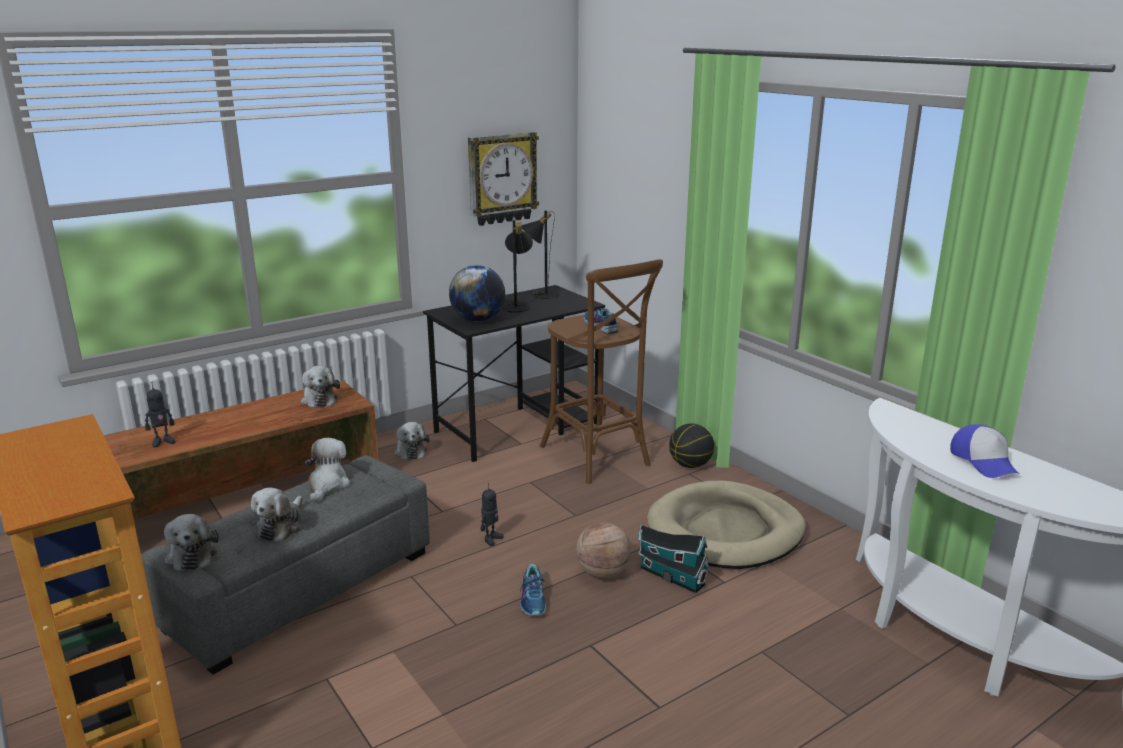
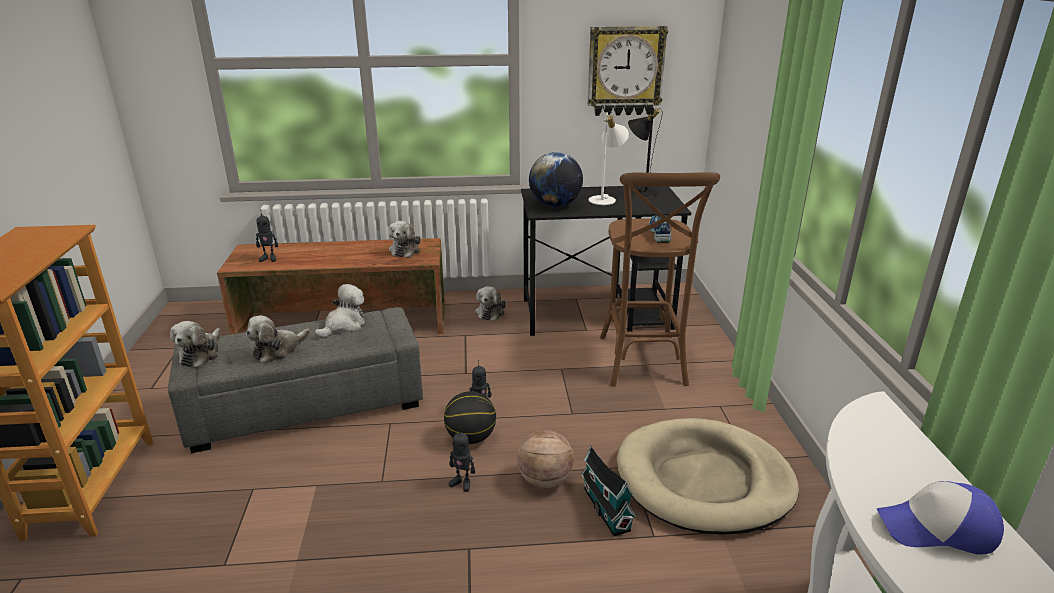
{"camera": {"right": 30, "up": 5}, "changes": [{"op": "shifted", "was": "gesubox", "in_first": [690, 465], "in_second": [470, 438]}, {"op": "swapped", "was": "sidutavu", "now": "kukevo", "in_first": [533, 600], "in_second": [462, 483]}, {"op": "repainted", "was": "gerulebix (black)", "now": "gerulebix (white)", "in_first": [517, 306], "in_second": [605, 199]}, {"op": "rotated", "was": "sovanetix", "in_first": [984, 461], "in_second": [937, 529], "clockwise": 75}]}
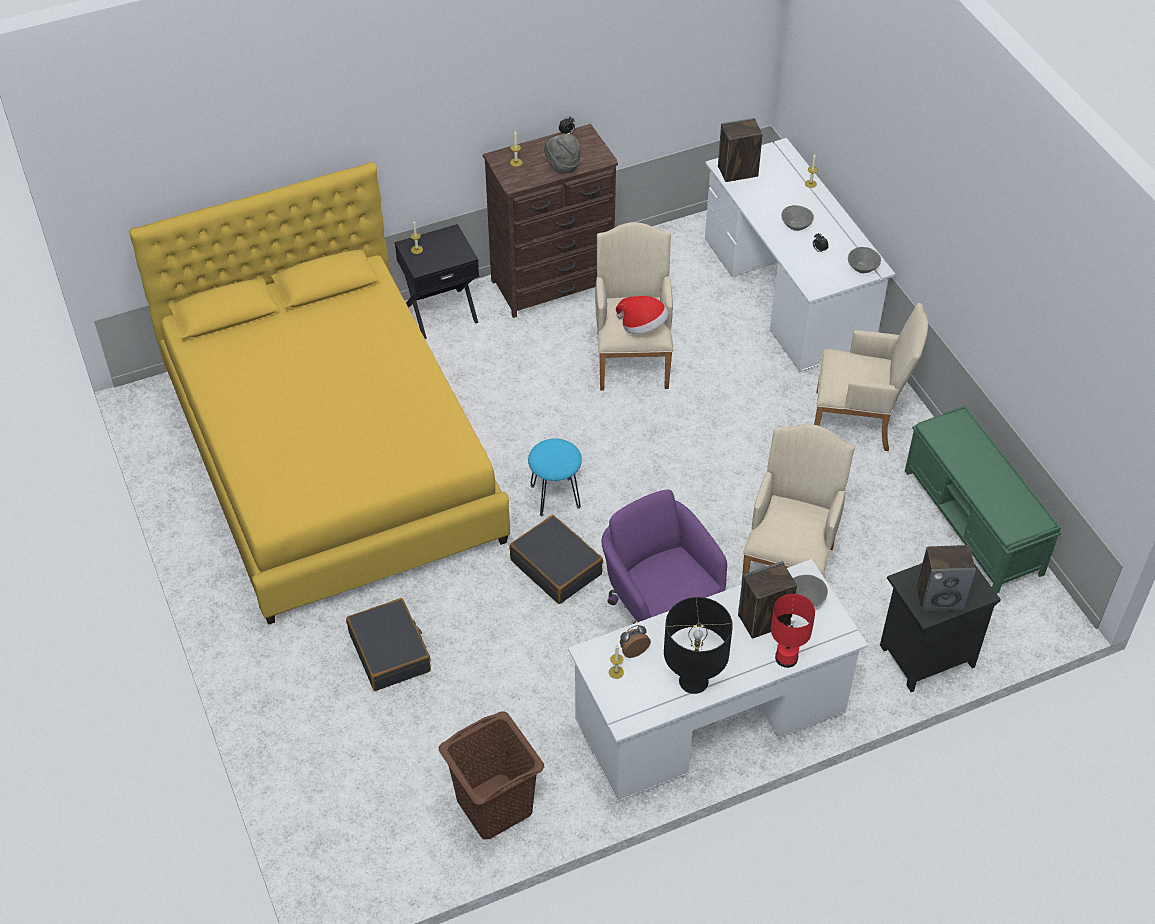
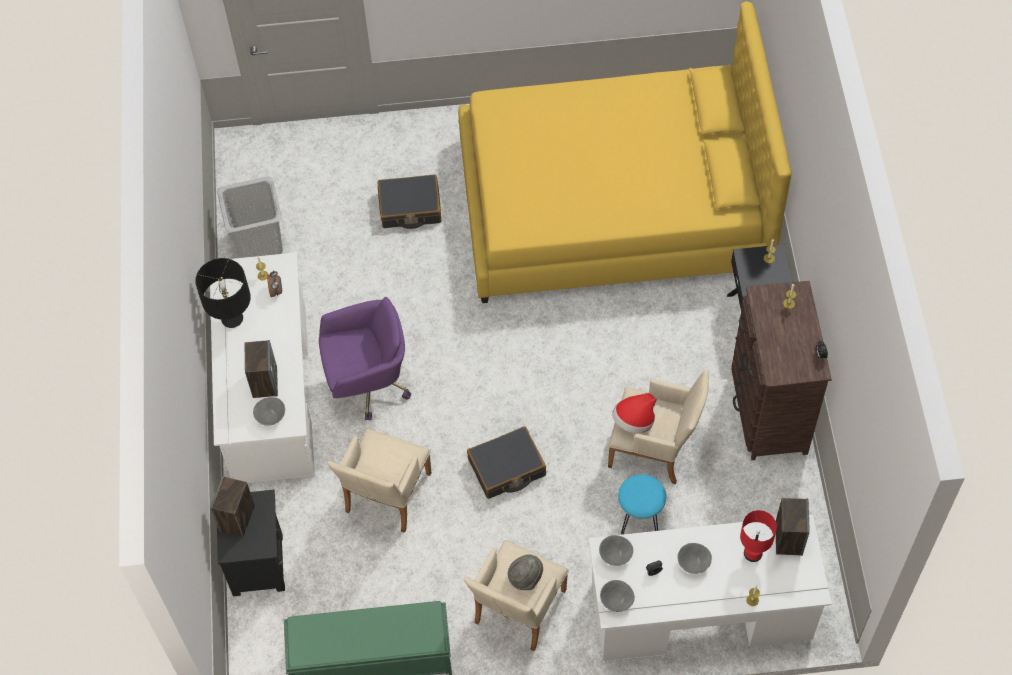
{"camera": {"right": 110, "up": 10}, "changes": [{"op": "new", "now": "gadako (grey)", "in_second": [615, 555]}, {"op": "shifted", "was": "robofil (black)", "in_first": [556, 567], "in_second": [507, 468]}, {"op": "shifted", "was": "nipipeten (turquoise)", "in_first": [555, 496], "in_second": [640, 518]}, {"op": "shifted", "was": "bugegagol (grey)", "in_first": [563, 165], "in_second": [525, 577]}, {"op": "shifted", "was": "gerulebix (red)", "in_first": [786, 657], "in_second": [753, 553]}, {"op": "repainted", "was": "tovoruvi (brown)", "now": "tovoruvi (grey)", "in_first": [494, 807], "in_second": [258, 242]}, {"op": "rotated", "was": "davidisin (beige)", "in_first": [789, 563], "in_second": [385, 497], "clockwise": 75}]}
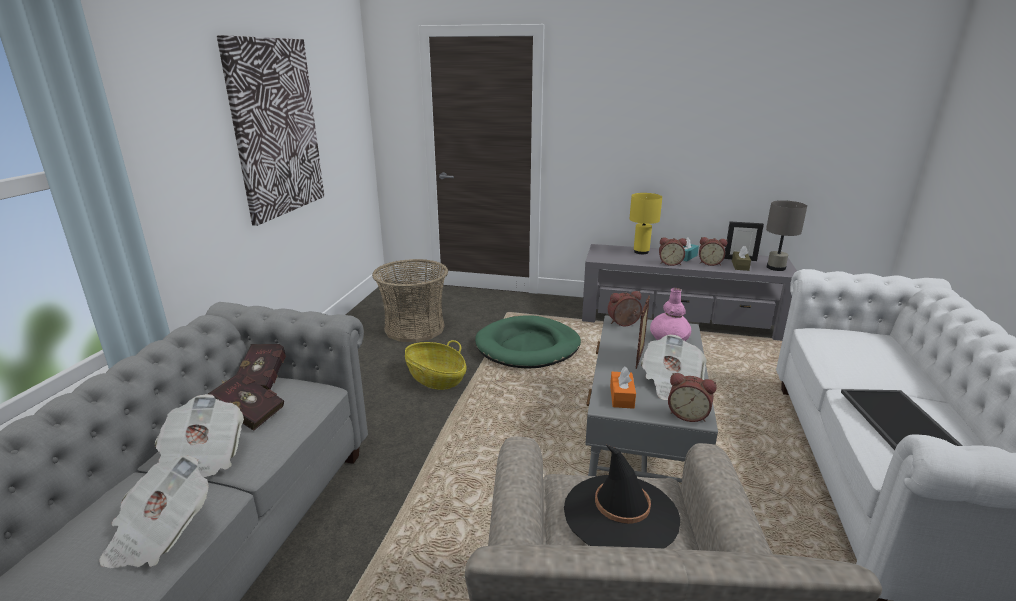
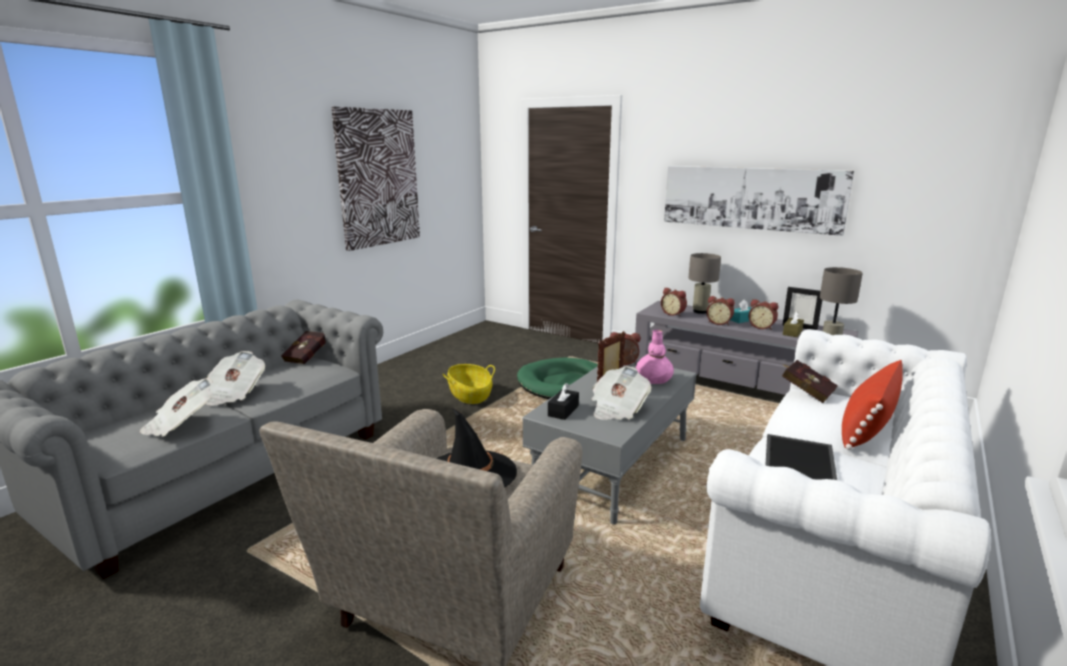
{"camera": {"right": 20, "up": -5}, "changes": [{"op": "gone", "was": "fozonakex", "in_first": [414, 328]}, {"op": "new", "now": "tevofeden", "in_second": [751, 198]}, {"op": "new", "now": "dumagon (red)", "in_second": [867, 426]}, {"op": "shifted", "was": "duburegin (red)", "in_first": [248, 413], "in_second": [805, 392]}, {"op": "shifted", "was": "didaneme", "in_first": [688, 414], "in_second": [673, 314]}, {"op": "repainted", "was": "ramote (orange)", "now": "ramote (black)", "in_first": [621, 396], "in_second": [563, 411]}, {"op": "repainted", "was": "gerulebix (yellow)", "now": "gerulebix (grey)", "in_first": [640, 252], "in_second": [700, 311]}]}
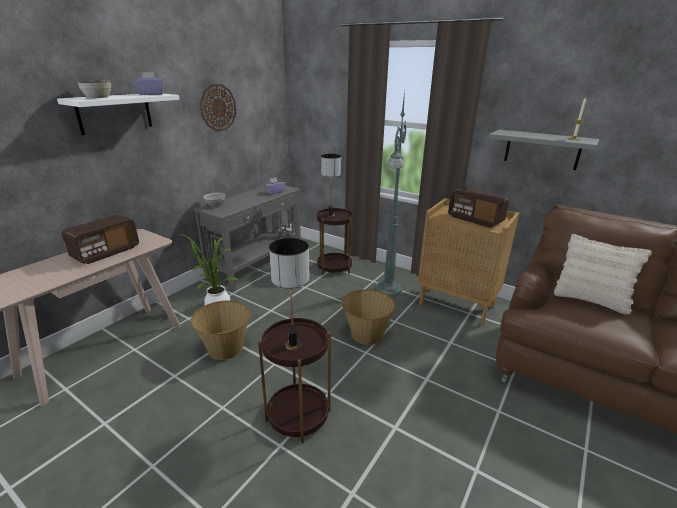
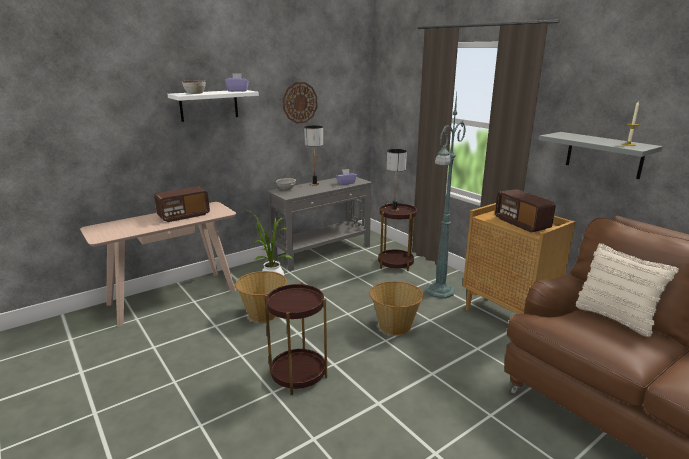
{"camera": {"right": 20, "up": -5}, "changes": [{"op": "shifted", "was": "gerulebix", "in_first": [293, 345], "in_second": [315, 184]}]}
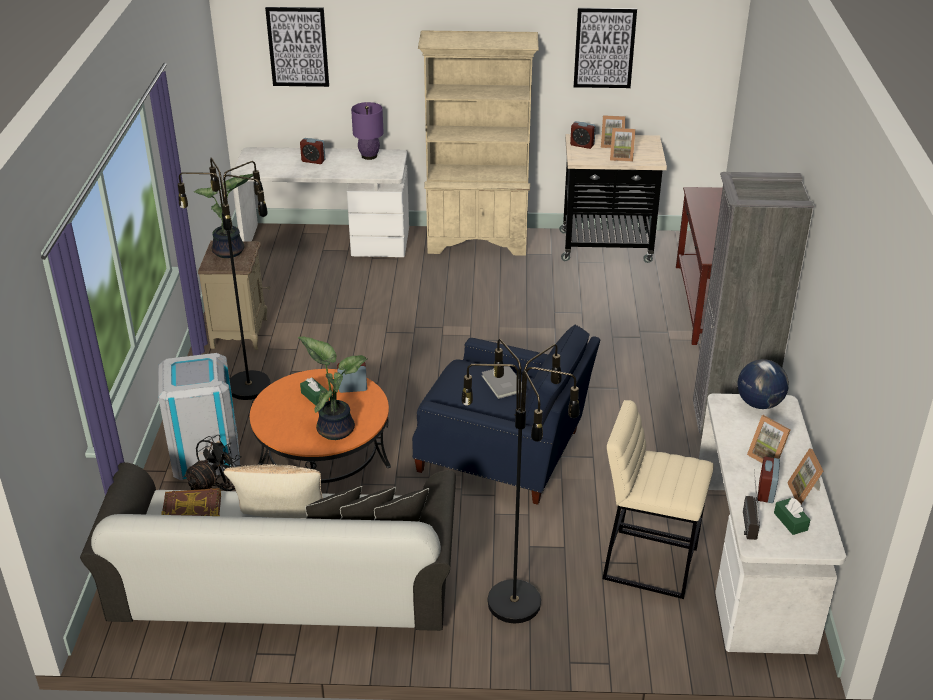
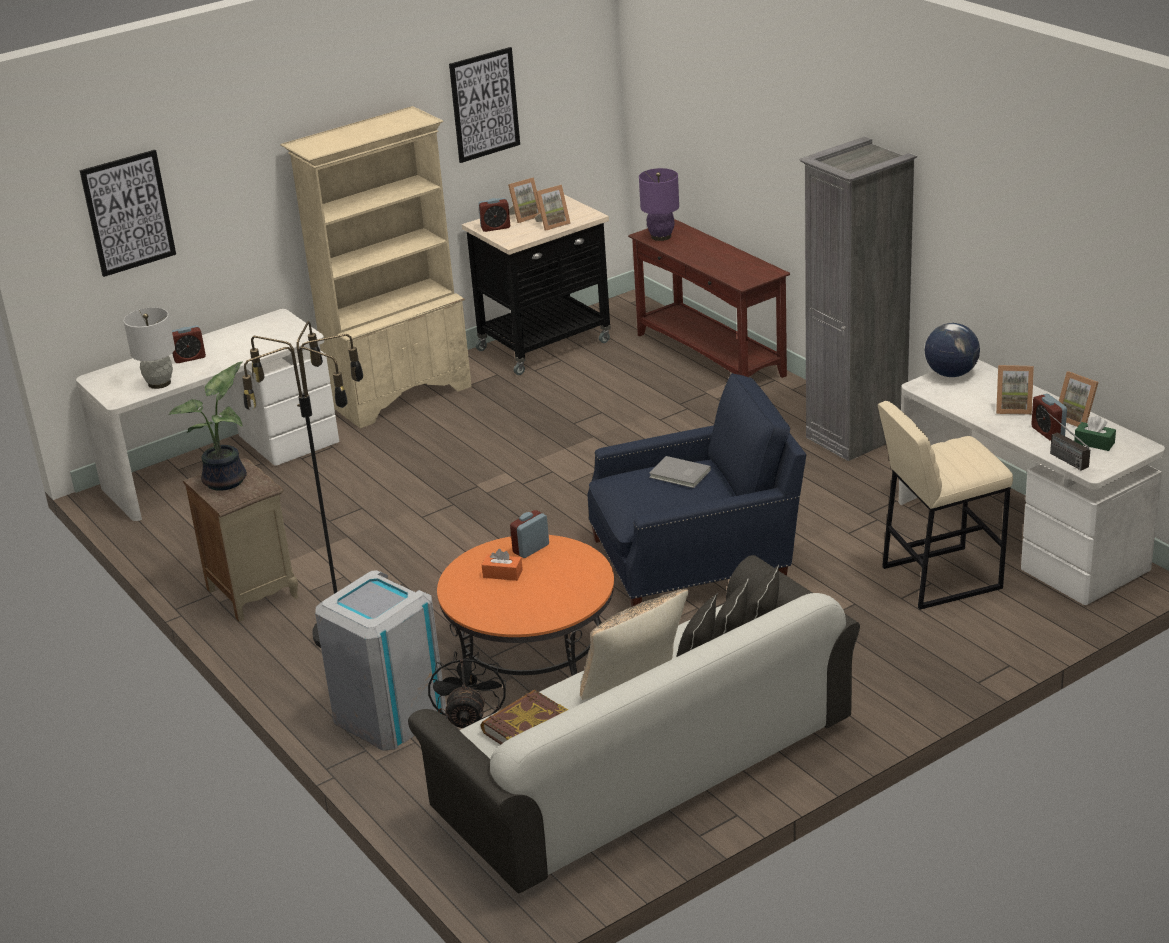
{"camera": {"right": -35, "up": -5}, "changes": [{"op": "gone", "was": "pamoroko", "in_first": [336, 428]}, {"op": "gone", "was": "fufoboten", "in_first": [515, 602]}, {"op": "new", "now": "gerulebix (white)", "in_second": [159, 383]}, {"op": "shifted", "was": "gerulebix (purple)", "in_first": [369, 156], "in_second": [661, 236]}, {"op": "repainted", "was": "ramote (green)", "now": "ramote (orange)", "in_first": [314, 396], "in_second": [502, 574]}]}
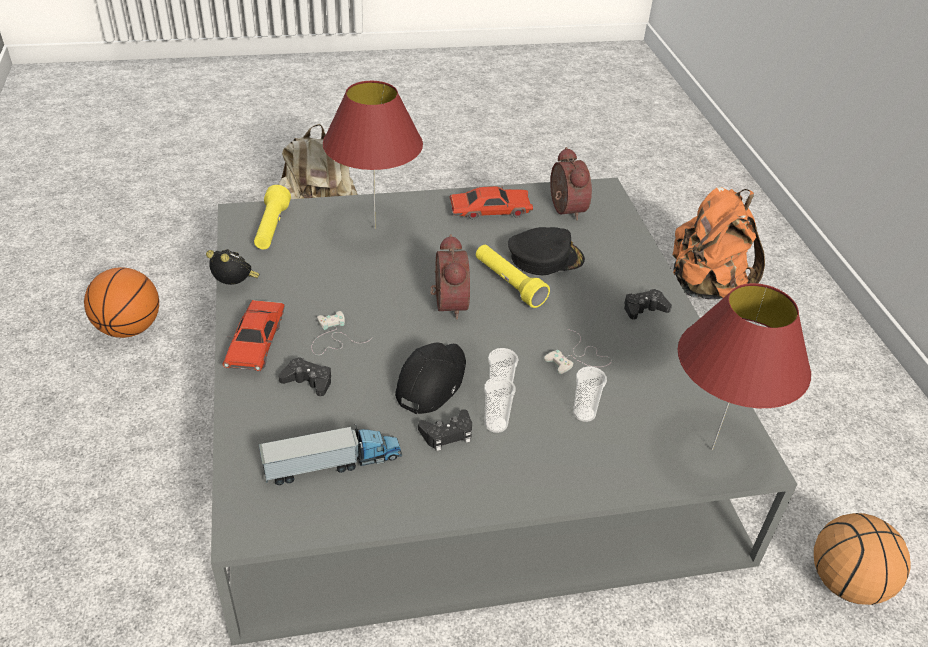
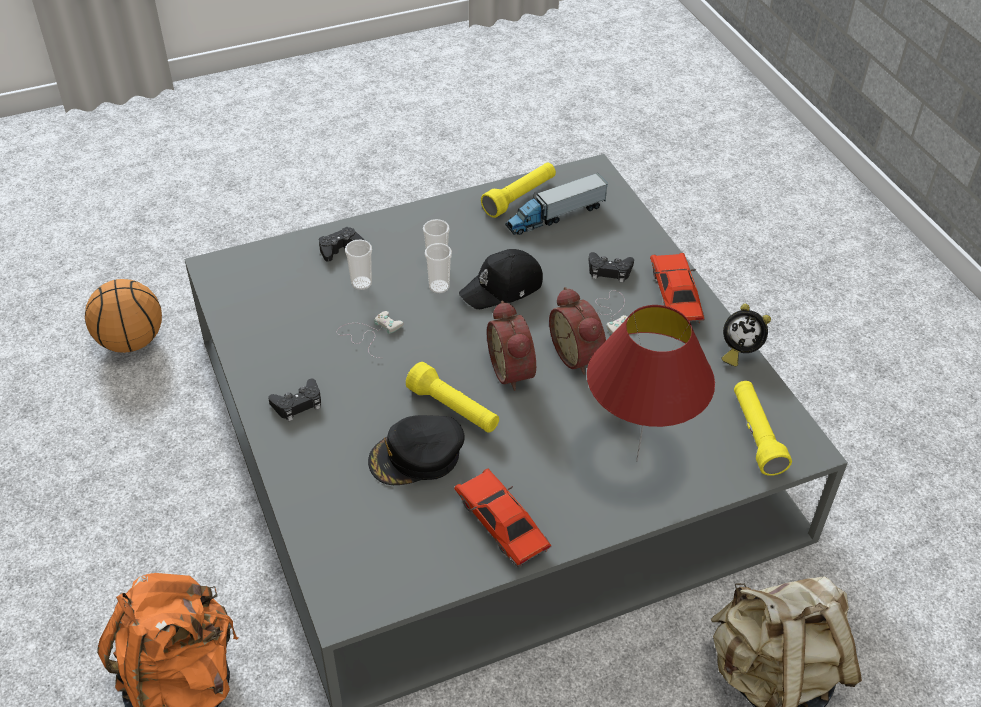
{"camera": {"right": 170, "up": 5}, "changes": [{"op": "gone", "was": "gesubox", "in_first": [129, 328]}, {"op": "gone", "was": "gerulebix (red)", "in_first": [712, 449]}, {"op": "new", "now": "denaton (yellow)", "in_second": [520, 197]}, {"op": "shifted", "was": "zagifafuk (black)", "in_first": [447, 434], "in_second": [340, 248]}, {"op": "shifted", "was": "didaneme", "in_first": [563, 209], "in_second": [579, 355]}, {"op": "rotated", "was": "sovanetix (black)", "in_first": [430, 382], "in_second": [503, 288], "clockwise": 45}, {"op": "rotated", "was": "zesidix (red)", "in_first": [490, 211], "in_second": [502, 524], "clockwise": 75}]}
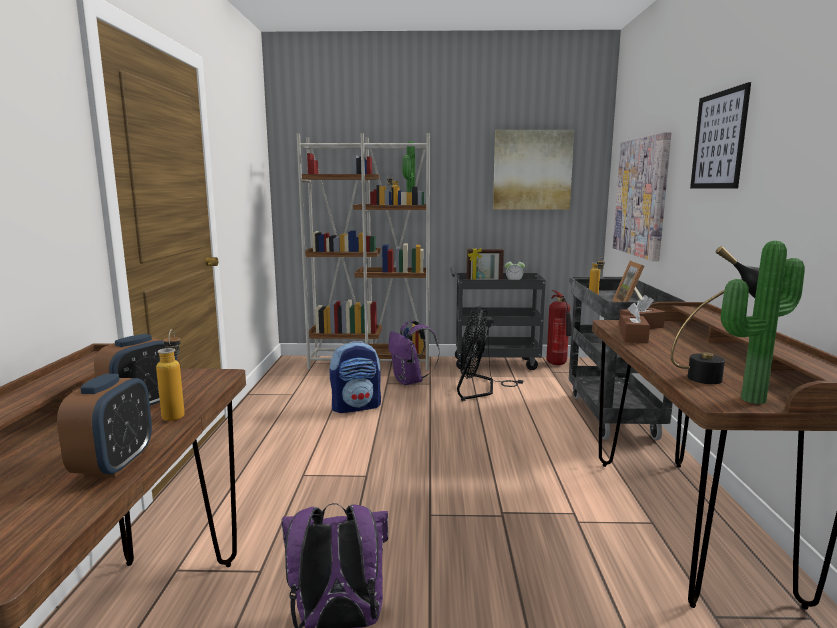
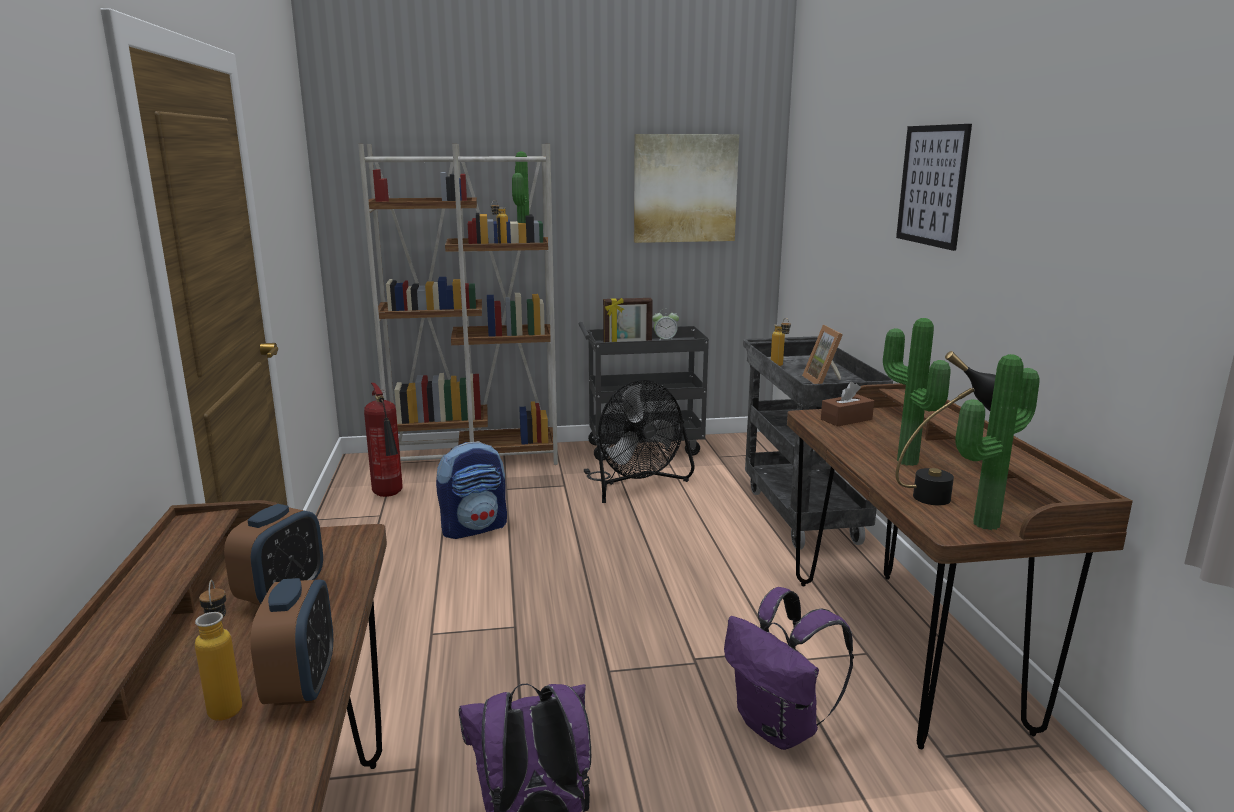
{"camera": {"right": -10, "up": 5}, "changes": [{"op": "gone", "was": "tevofeden", "in_first": [642, 197]}, {"op": "gone", "was": "ramote (brown)", "in_first": [633, 337]}, {"op": "new", "now": "pamoroko", "in_second": [904, 462]}, {"op": "shifted", "was": "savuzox", "in_first": [176, 414], "in_second": [227, 703]}, {"op": "shifted", "was": "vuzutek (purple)", "in_first": [410, 381], "in_second": [780, 728]}, {"op": "shifted", "was": "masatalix", "in_first": [558, 364], "in_second": [389, 495]}, {"op": "rotated", "was": "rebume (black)", "in_first": [480, 386], "in_second": [632, 485], "clockwise": -120}]}
